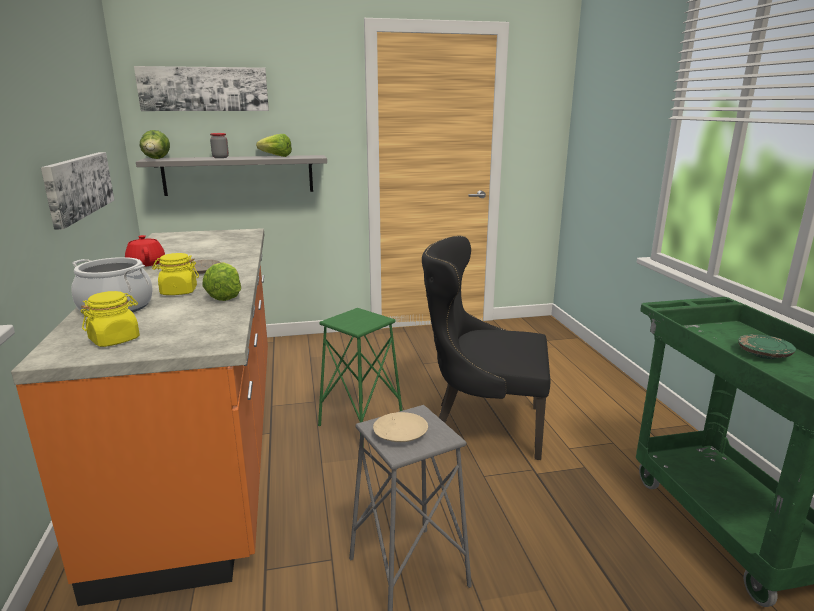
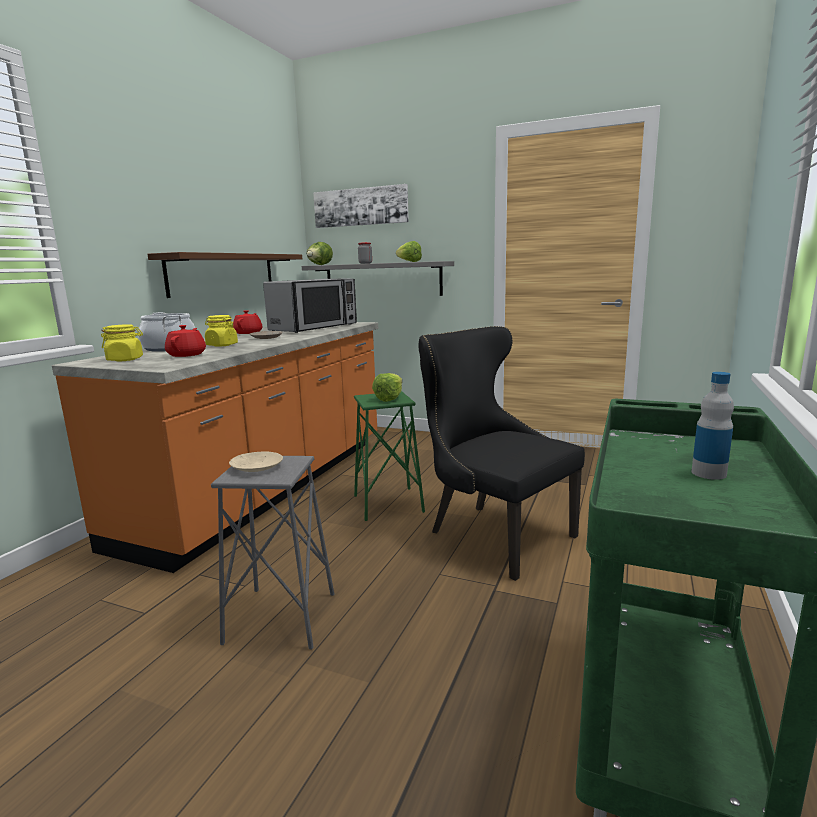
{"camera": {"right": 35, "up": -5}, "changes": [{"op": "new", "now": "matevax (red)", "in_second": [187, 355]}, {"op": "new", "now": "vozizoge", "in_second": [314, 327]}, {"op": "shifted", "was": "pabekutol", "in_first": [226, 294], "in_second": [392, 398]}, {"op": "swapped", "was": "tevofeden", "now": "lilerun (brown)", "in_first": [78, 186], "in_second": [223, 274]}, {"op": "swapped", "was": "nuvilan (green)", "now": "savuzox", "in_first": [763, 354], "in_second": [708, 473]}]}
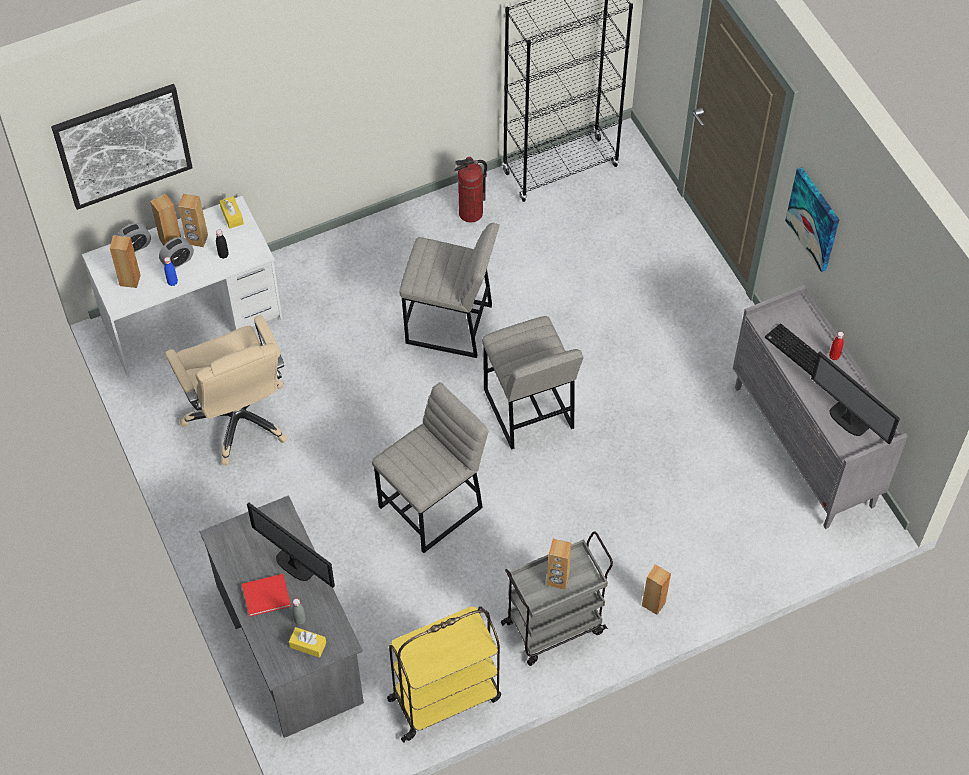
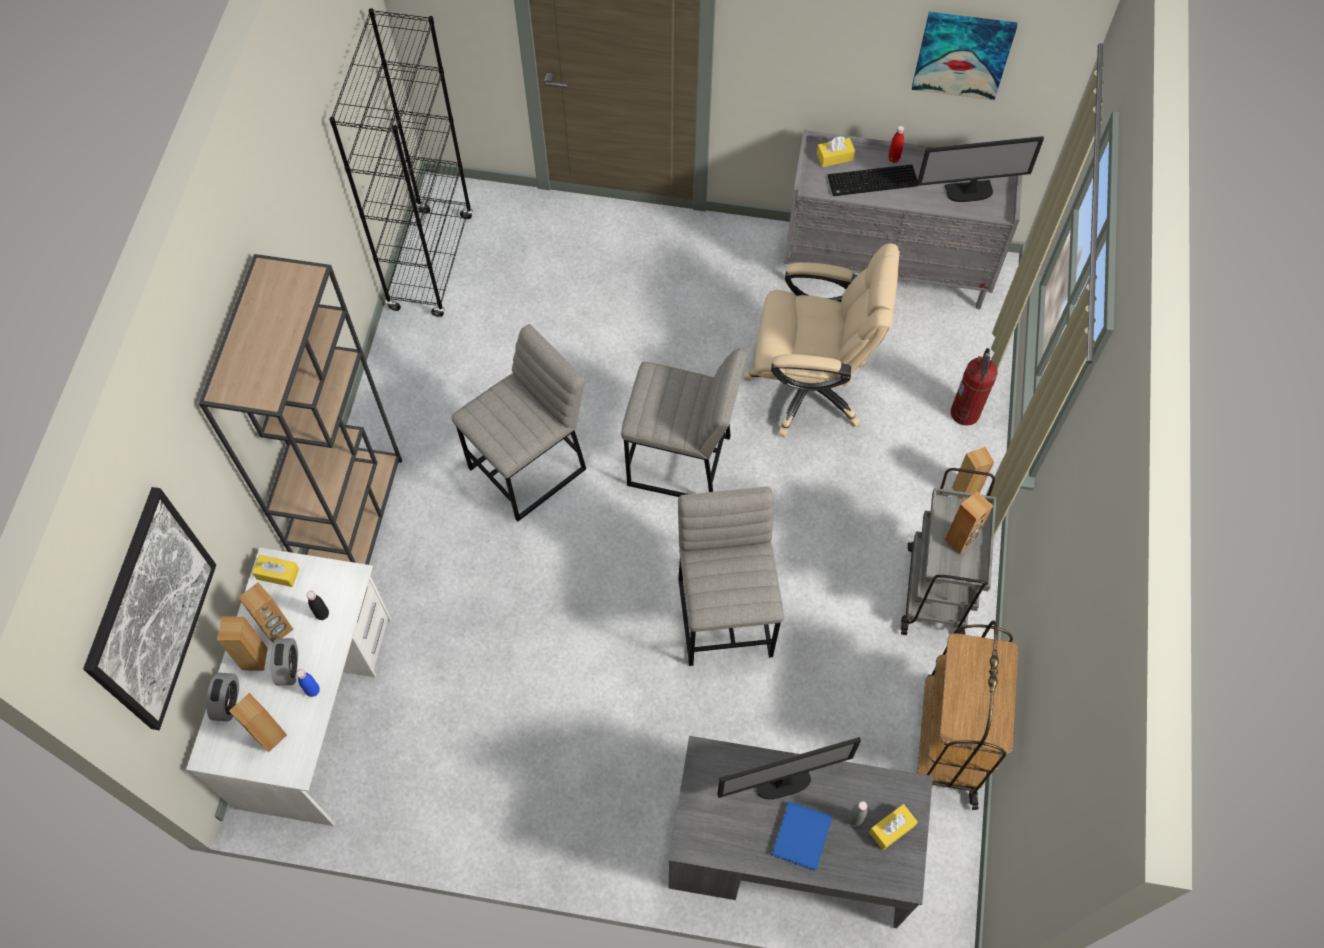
{"camera": {"right": -55, "up": 5}, "changes": [{"op": "new", "now": "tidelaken", "in_second": [352, 516]}, {"op": "new", "now": "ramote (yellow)", "in_second": [834, 157]}, {"op": "shifted", "was": "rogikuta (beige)", "in_first": [238, 417], "in_second": [808, 386]}, {"op": "shifted", "was": "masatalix", "in_first": [470, 213], "in_second": [965, 413]}, {"op": "shifted", "was": "tevofeden", "in_first": [814, 219], "in_second": [962, 54]}, {"op": "repainted", "was": "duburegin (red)", "now": "duburegin (blue)", "in_first": [268, 595], "in_second": [802, 834]}, {"op": "repainted", "was": "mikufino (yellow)", "now": "mikufino (brown)", "in_first": [446, 699], "in_second": [950, 739]}]}
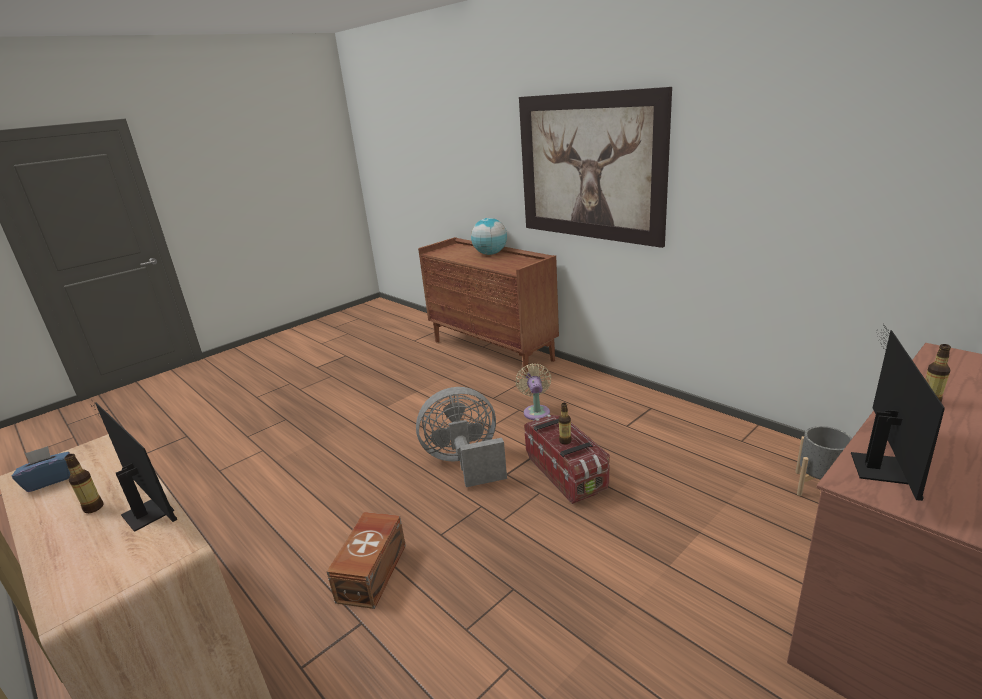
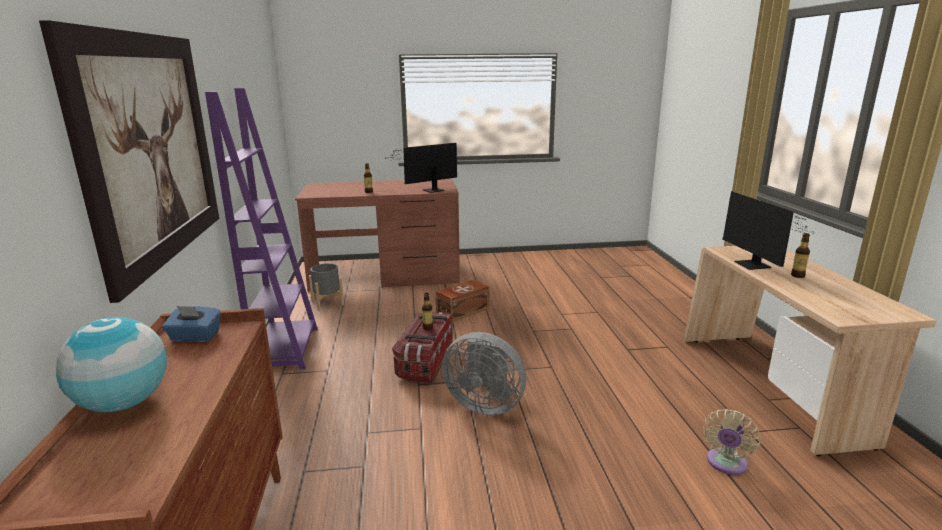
{"camera": {"right": -145, "up": -5}, "changes": [{"op": "new", "now": "tidelaken (purple)", "in_second": [286, 349]}, {"op": "shifted", "was": "ramote (blue)", "in_first": [50, 480], "in_second": [195, 337]}, {"op": "shifted", "was": "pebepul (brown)", "in_first": [374, 572], "in_second": [462, 311]}, {"op": "shifted", "was": "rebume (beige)", "in_first": [536, 411], "in_second": [725, 464]}]}
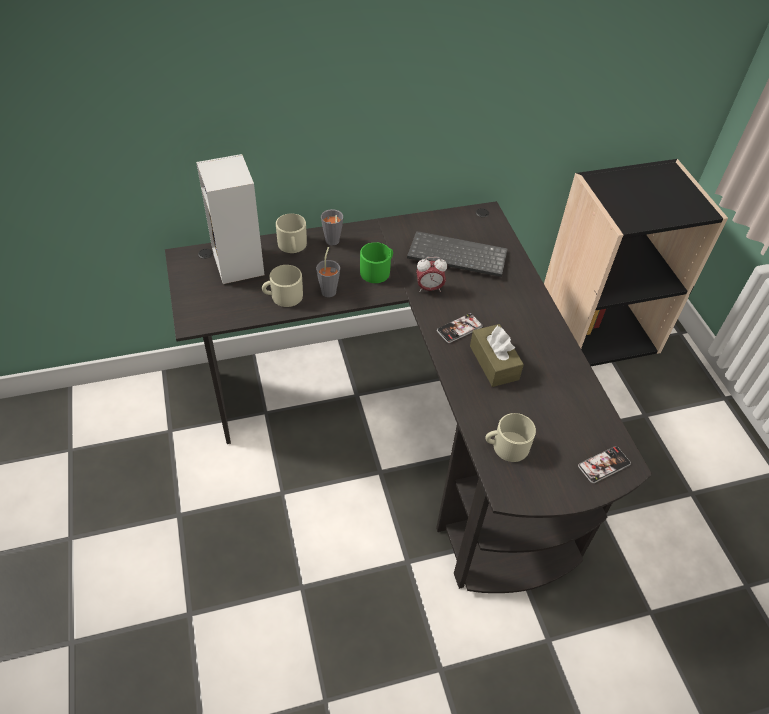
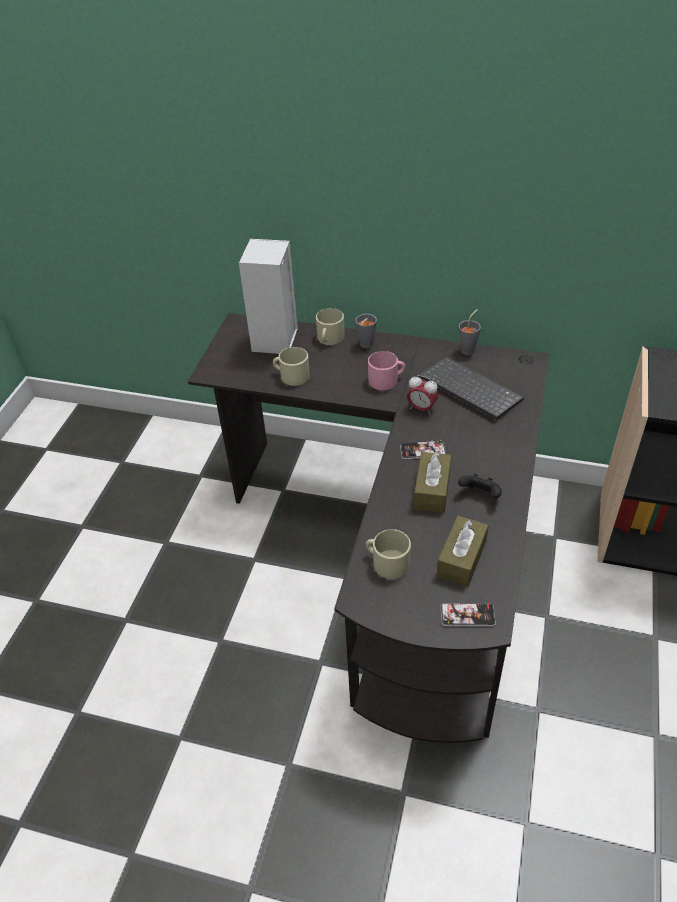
{"camera": {"right": 35, "up": -5}, "changes": [{"op": "new", "now": "ramote (brown)", "in_second": [461, 558]}, {"op": "new", "now": "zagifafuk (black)", "in_second": [480, 495]}, {"op": "shifted", "was": "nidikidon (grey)", "in_first": [329, 289], "in_second": [469, 349]}, {"op": "repainted", "was": "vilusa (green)", "now": "vilusa (pink)", "in_first": [378, 271], "in_second": [386, 380]}]}
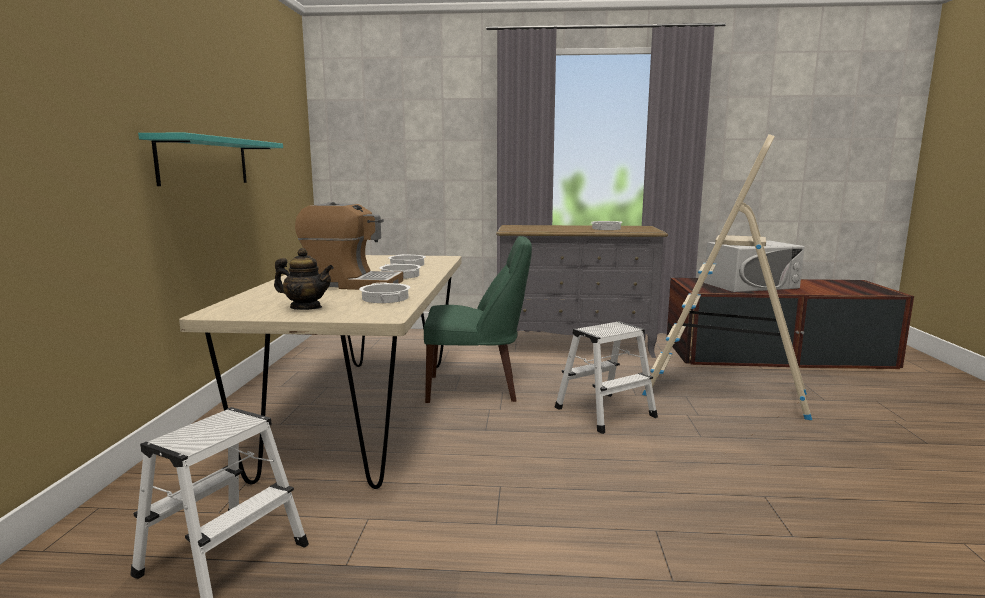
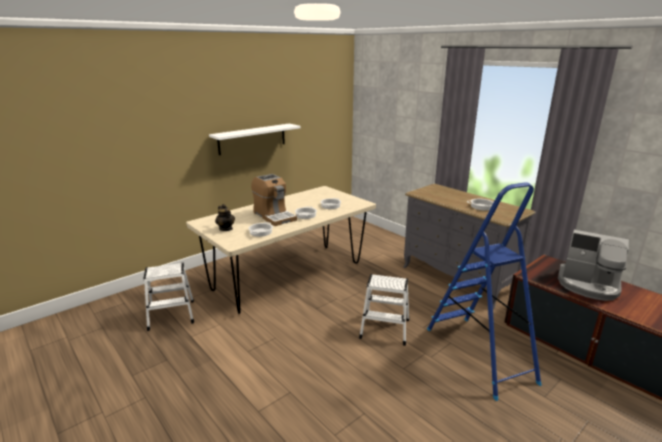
{"camera": {"right": 45, "up": 10}, "changes": [{"op": "gone", "was": "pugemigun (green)", "in_first": [477, 389]}, {"op": "swapped", "was": "vozizoge (white)", "now": "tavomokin", "in_first": [751, 285], "in_second": [588, 285]}, {"op": "repainted", "was": "lilerun (turquoise)", "now": "lilerun (white)", "in_first": [204, 161], "in_second": [252, 139]}, {"op": "repainted", "was": "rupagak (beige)", "now": "rupagak (blue)", "in_first": [723, 394], "in_second": [478, 354]}]}
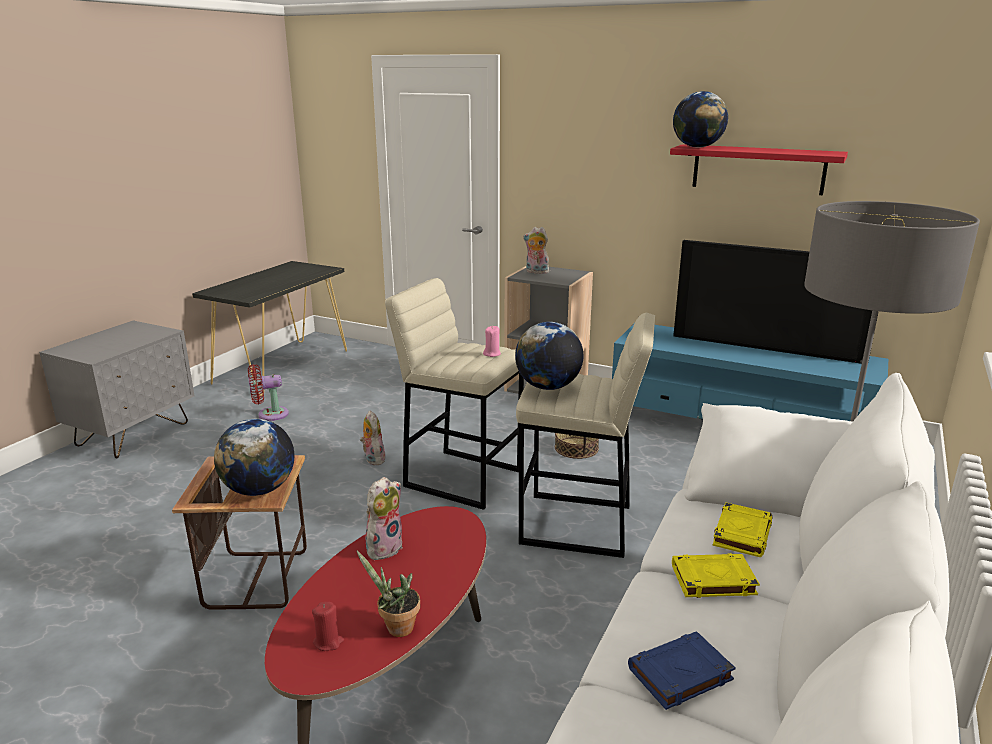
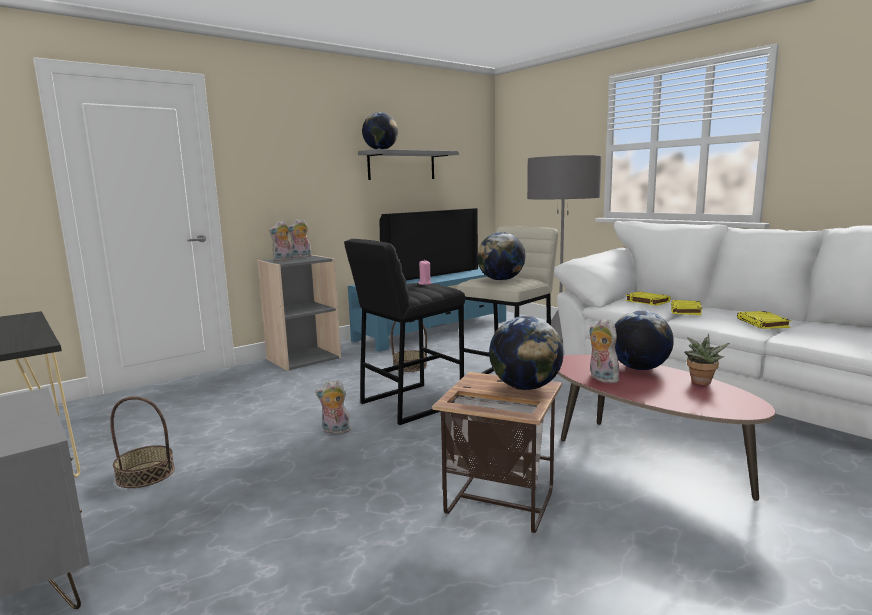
{"camera": {"right": -65, "up": -10}, "changes": [{"op": "gone", "was": "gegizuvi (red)", "in_first": [328, 642]}, {"op": "new", "now": "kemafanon", "in_second": [301, 257]}, {"op": "new", "now": "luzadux", "in_second": [639, 368]}, {"op": "swapped", "was": "rebume (red)", "now": "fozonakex", "in_first": [269, 414], "in_second": [146, 474]}, {"op": "repainted", "was": "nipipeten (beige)", "now": "nipipeten (black)", "in_first": [460, 478], "in_second": [409, 404]}, {"op": "repainted", "was": "duburegin (blue)", "now": "duburegin (yellow)", "in_first": [679, 675], "in_second": [763, 323]}, {"op": "repainted", "was": "lilerun (red)", "now": "lilerun (grey)", "in_first": [758, 169], "in_second": [401, 165]}]}
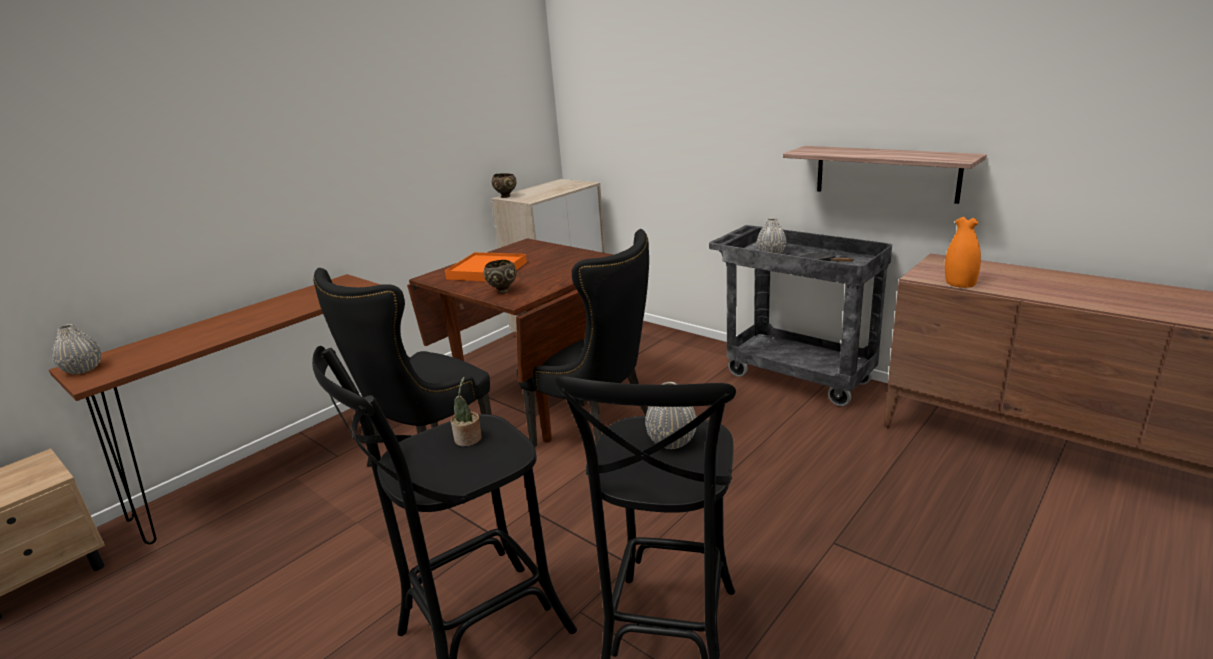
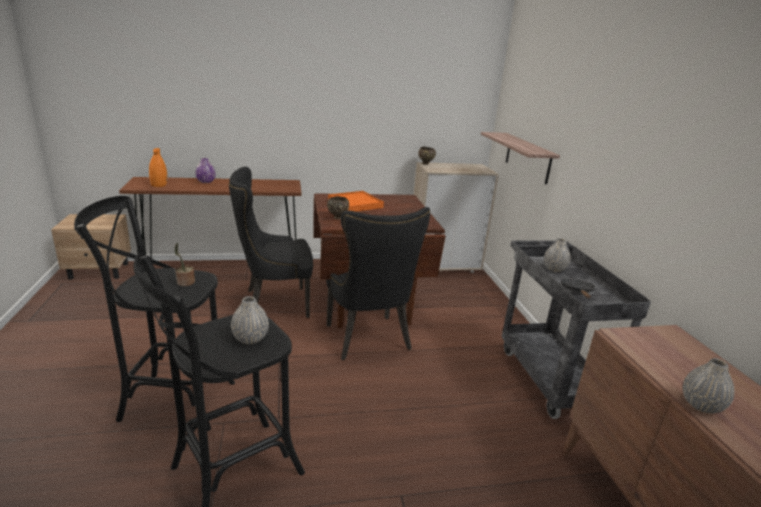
{"camera": {"right": 35, "up": 0}, "changes": [{"op": "new", "now": "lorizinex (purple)", "in_second": [206, 181]}, {"op": "shifted", "was": "lorizinex (grey)", "in_first": [83, 369], "in_second": [701, 405]}, {"op": "shifted", "was": "lilerun", "in_first": [886, 173], "in_second": [527, 157]}, {"op": "shifted", "was": "lorizinex (orange)", "in_first": [959, 283], "in_second": [159, 185]}]}
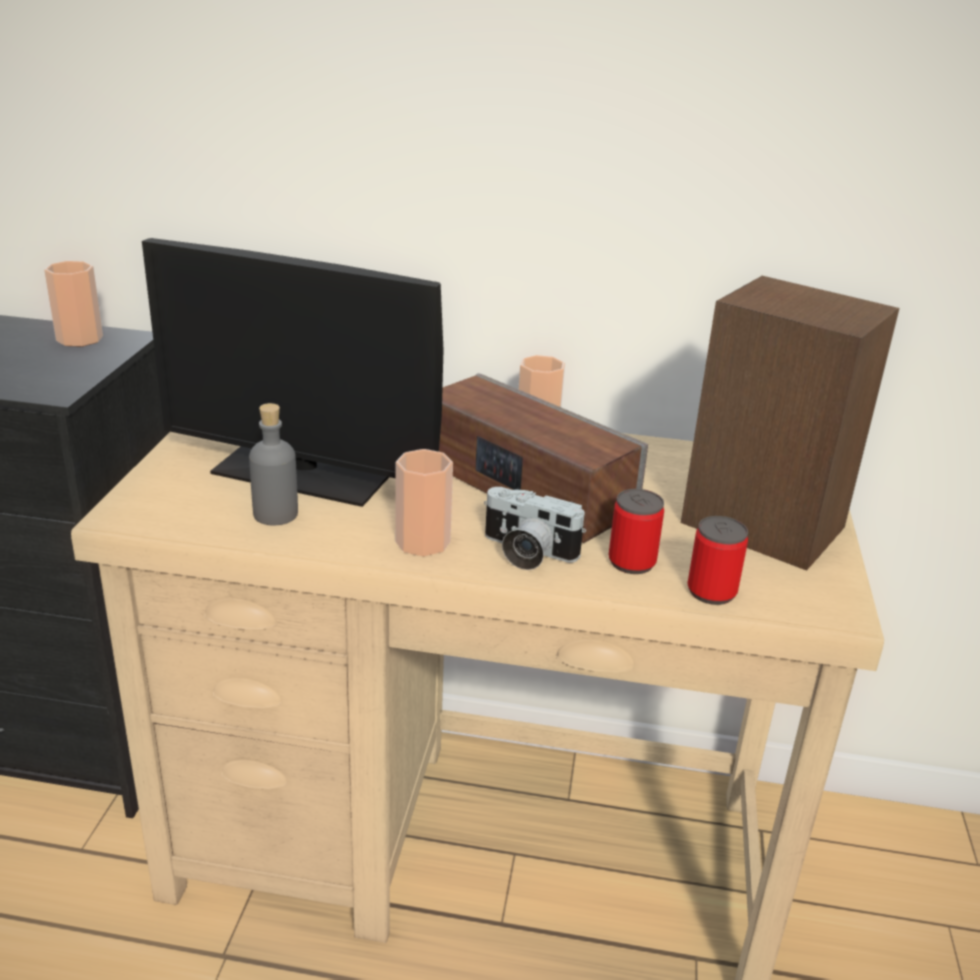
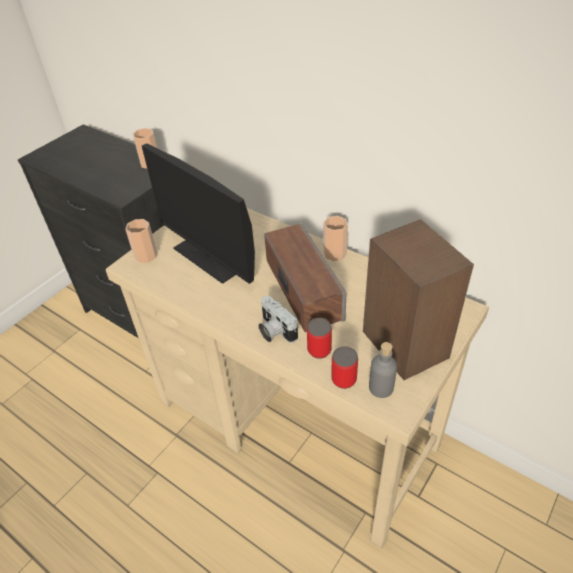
{"camera": {"right": 30, "up": 15}, "changes": [{"op": "shifted", "was": "savuzox (grey)", "in_first": [275, 514], "in_second": [381, 388]}, {"op": "shifted", "was": "nidikidon", "in_first": [422, 542], "in_second": [146, 255]}]}
